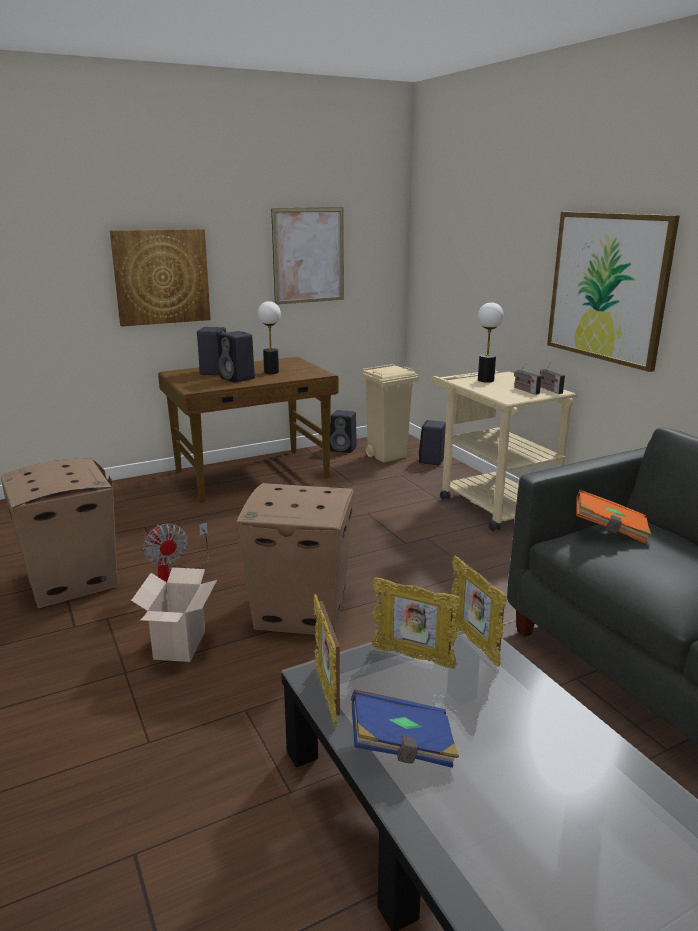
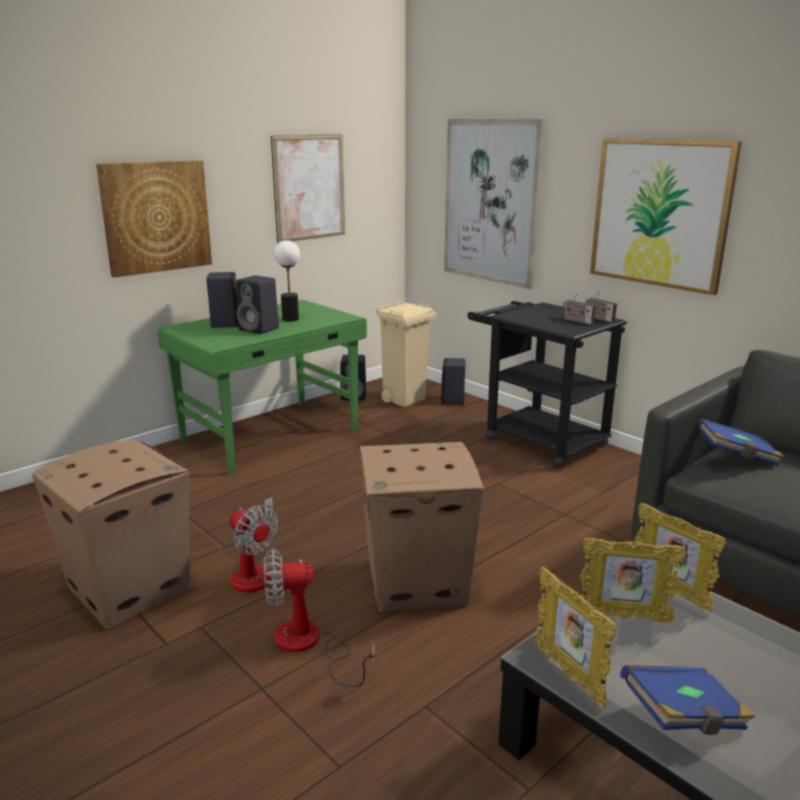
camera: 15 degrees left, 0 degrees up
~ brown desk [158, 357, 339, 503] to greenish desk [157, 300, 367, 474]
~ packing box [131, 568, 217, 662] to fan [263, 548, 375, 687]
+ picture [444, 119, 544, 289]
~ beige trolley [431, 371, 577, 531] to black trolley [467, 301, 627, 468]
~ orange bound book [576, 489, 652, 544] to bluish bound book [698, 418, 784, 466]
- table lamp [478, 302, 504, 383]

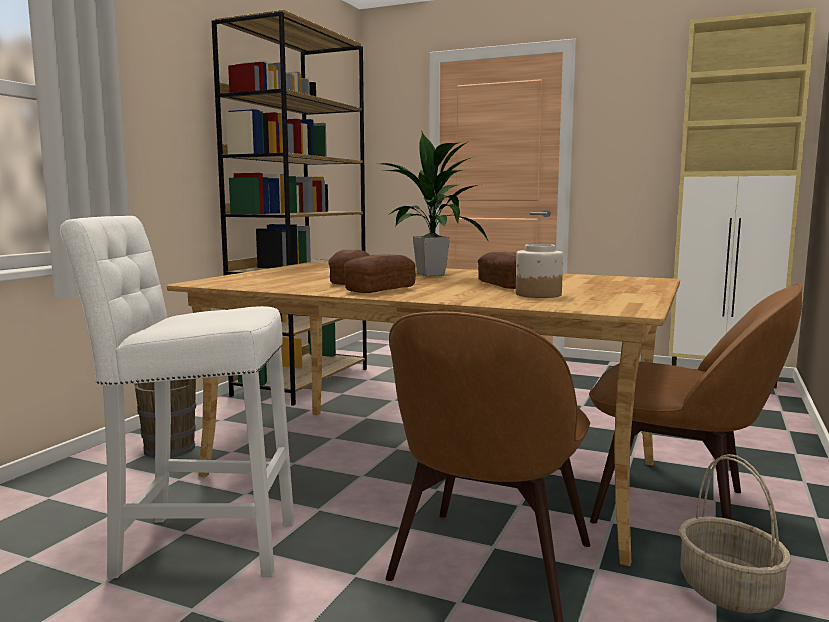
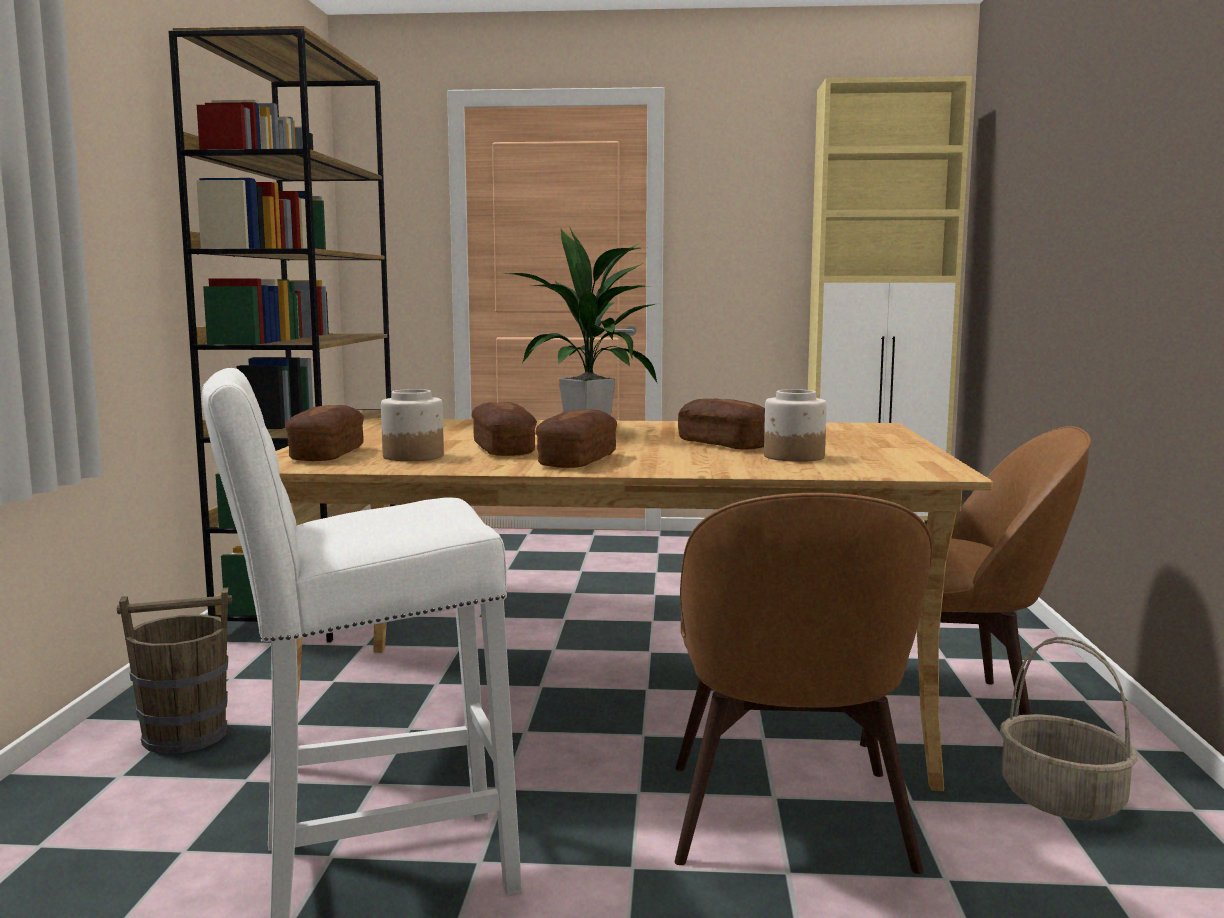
camera: 20 degrees left, 0 degrees up
+ baked bread [285, 405, 364, 461]
+ jar [381, 389, 444, 461]

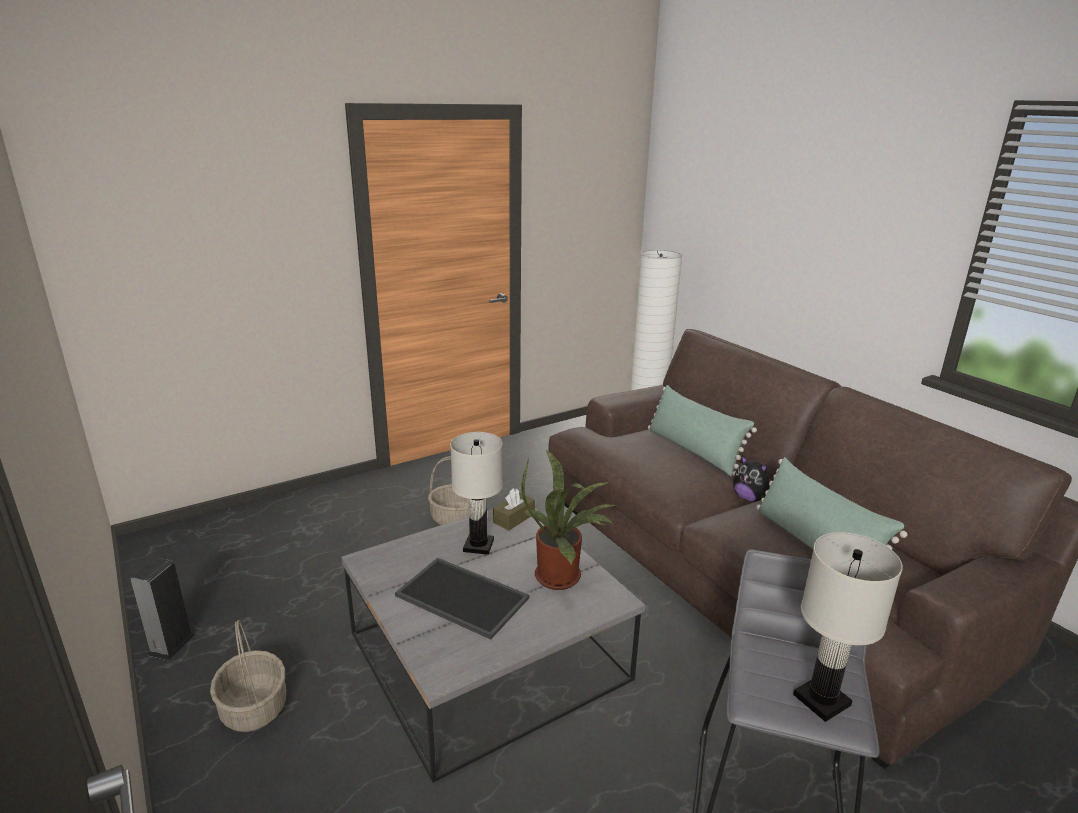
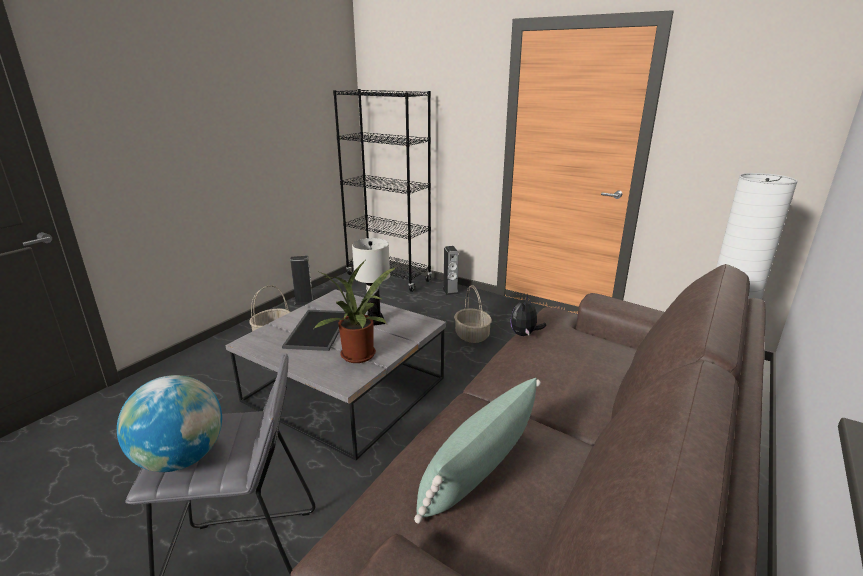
camera: 65 degrees right, 0 degrees up
~ white-coloured table lamp [793, 532, 903, 722] to world globe [117, 375, 222, 472]
+ black bookshelf [333, 89, 432, 292]
+ loudspeaker [443, 246, 459, 295]
~ plush toy [733, 455, 769, 502] to [510, 294, 546, 336]
- brown tissue holder [493, 488, 535, 531]
- greenish throw pillow [648, 385, 757, 476]

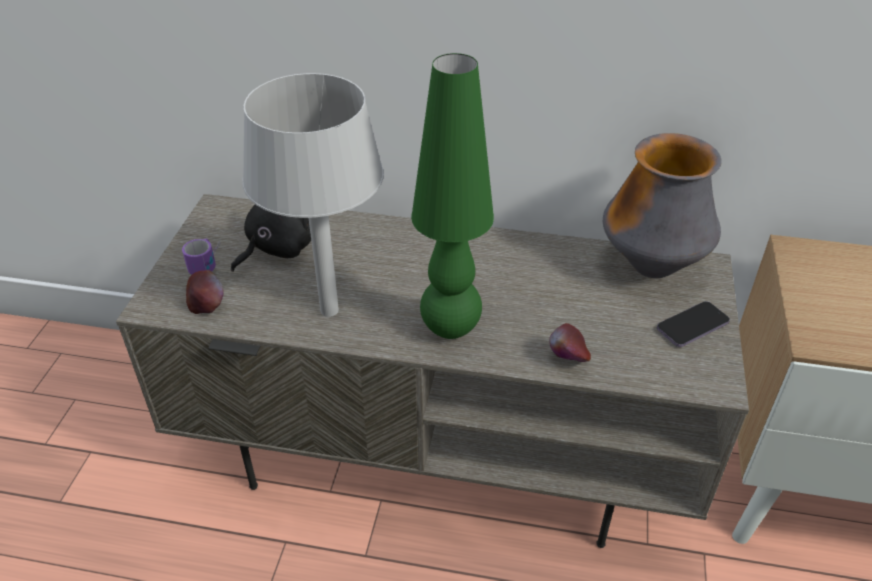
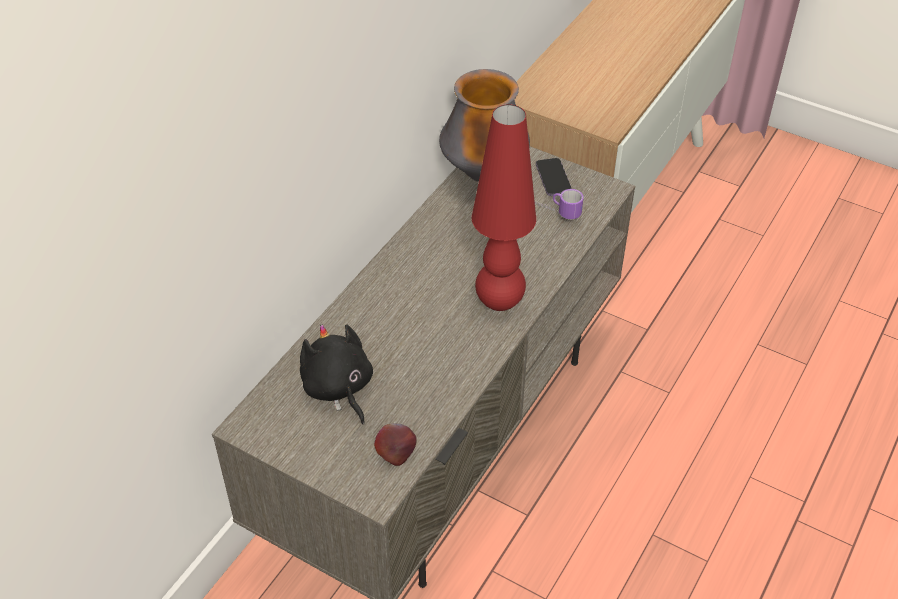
camera: 70 degrees left, 5 degrees up
~ greenish table lamp [411, 53, 494, 339] to reddish table lamp [472, 104, 536, 311]
~ coffee mug [182, 238, 221, 275] to [535, 189, 584, 219]
- gray table lamp [242, 73, 384, 317]
- apple [549, 323, 591, 362]

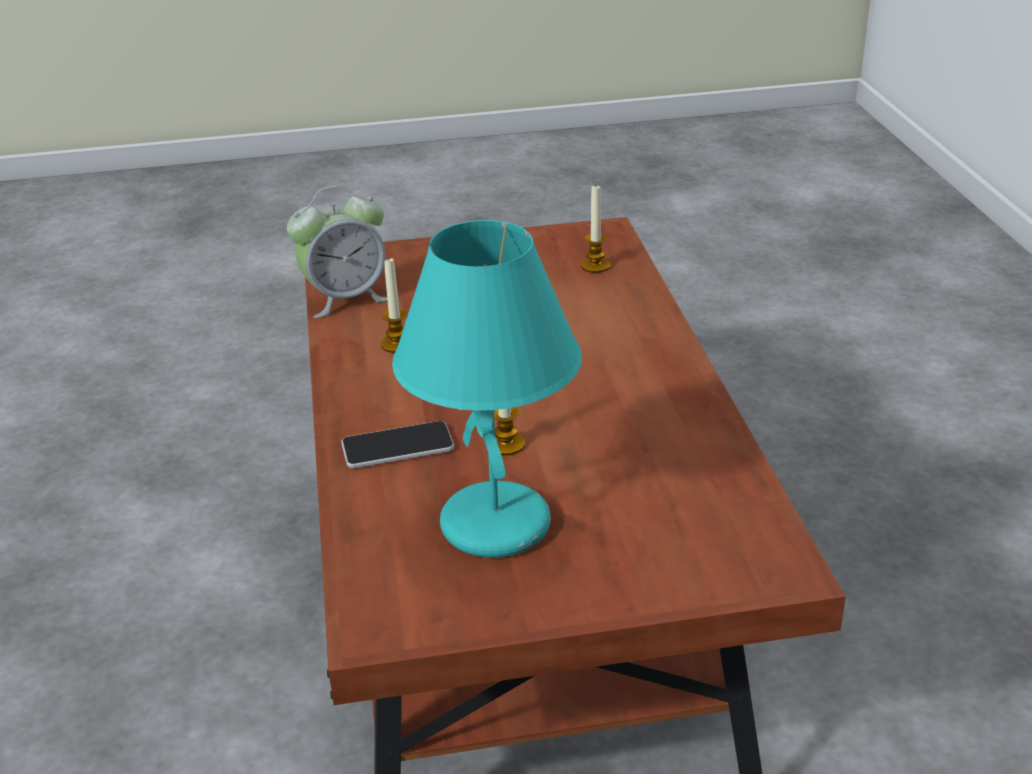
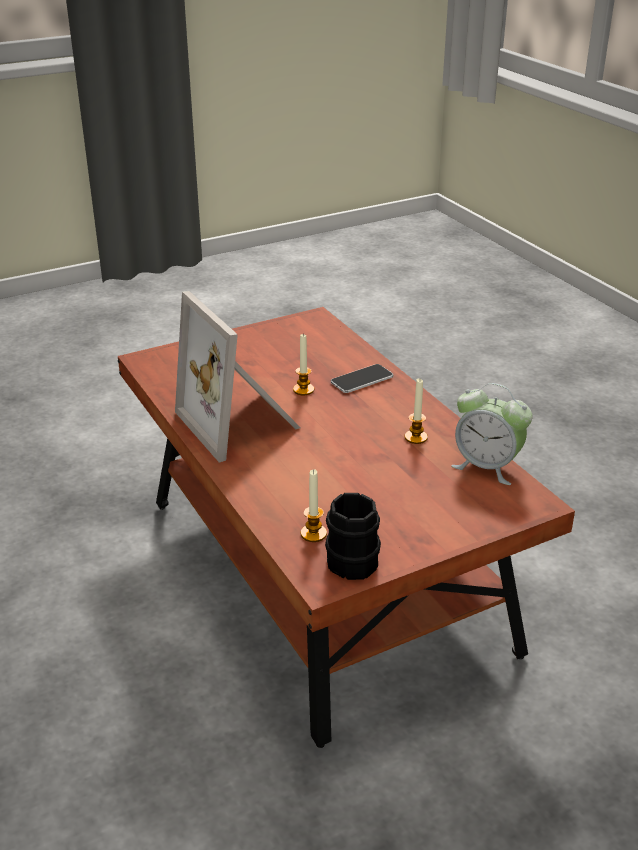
camera: 160 degrees right, 0 degrees up
+ photo frame [175, 291, 301, 462]
+ black coffee mug [325, 493, 381, 580]
~ table clock [287, 185, 388, 318] = [451, 383, 533, 485] 105 degrees counterclockwise
- blue-green table lamp [392, 220, 582, 558]

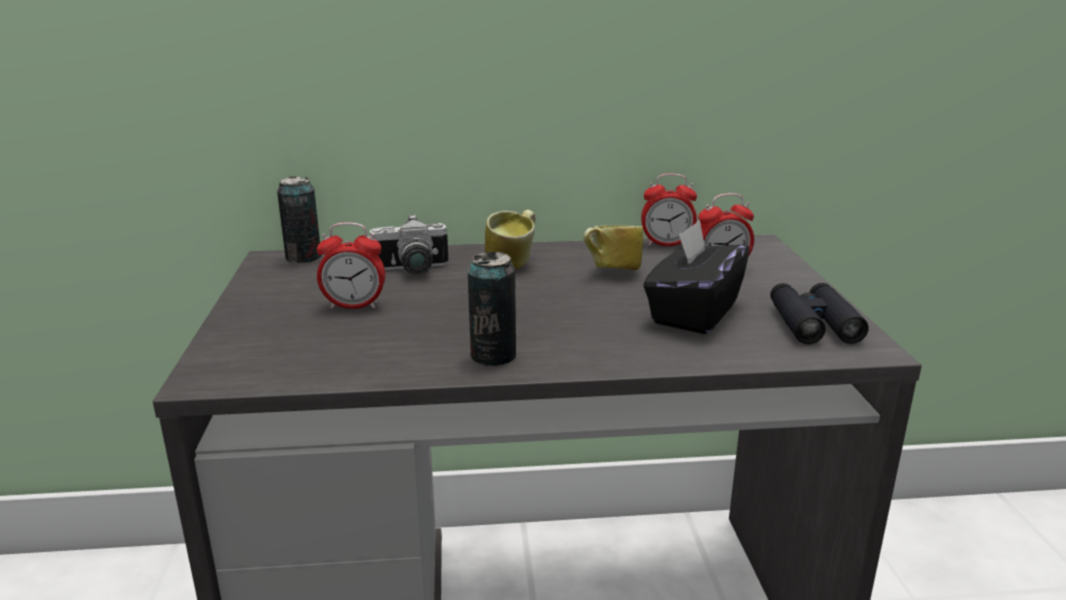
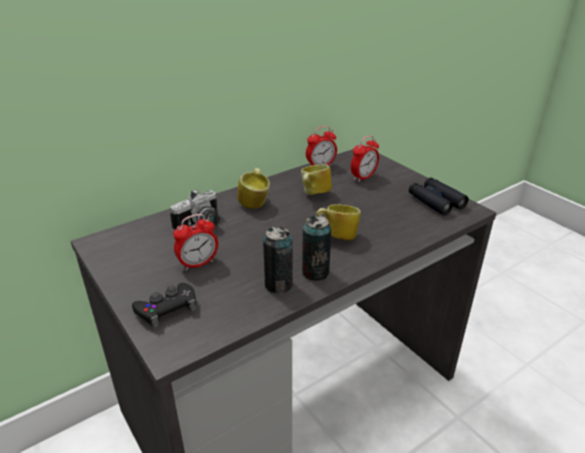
camera: 30 degrees left, 10 degrees up
+ black gamepad [132, 283, 196, 328]
~ metal can [277, 176, 322, 263] to [263, 227, 293, 294]
+ coffee mug [316, 204, 361, 241]
- black tissue holder [643, 220, 750, 334]

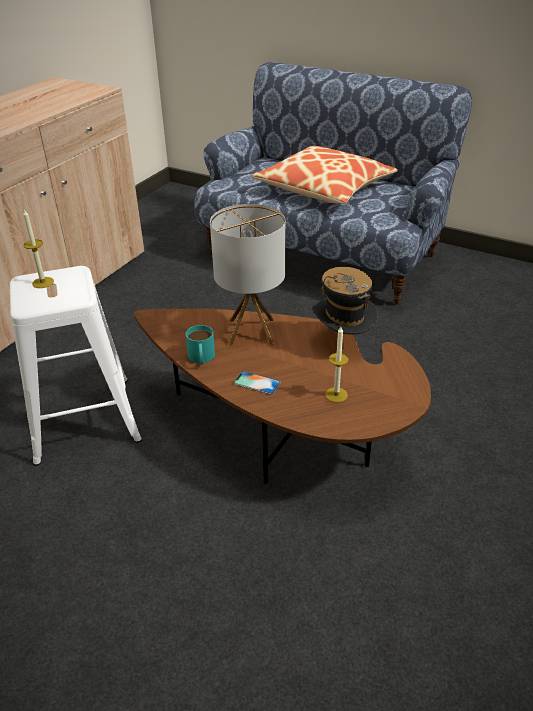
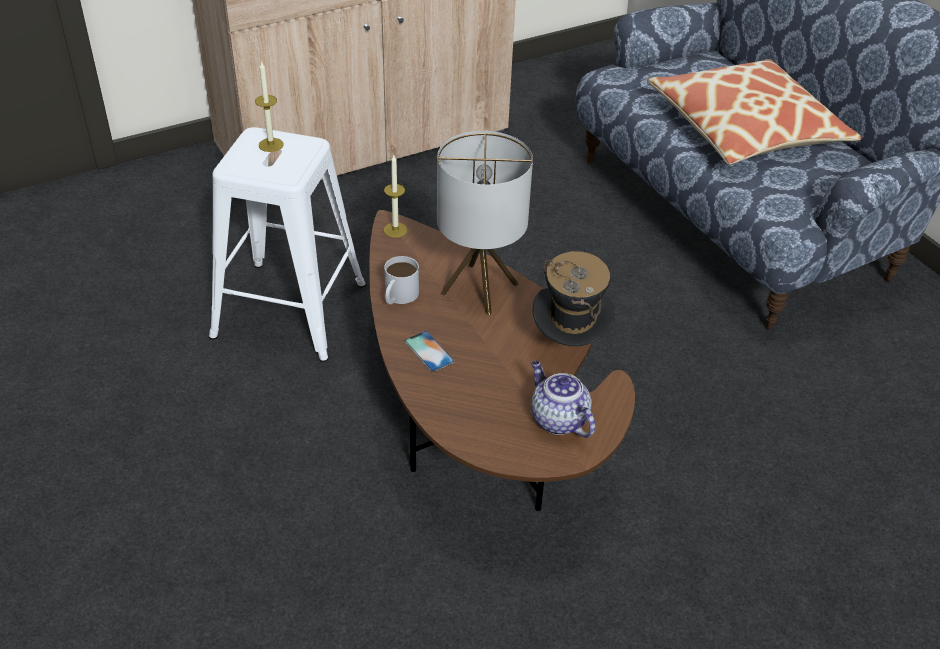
camera: 30 degrees right, 5 degrees up
~ wax light [325, 327, 349, 402] to [384, 155, 408, 238]
~ blue-green coffee mug [186, 325, 215, 364] to white-coloured coffee mug [384, 256, 419, 305]
+ teapot [531, 361, 595, 438]

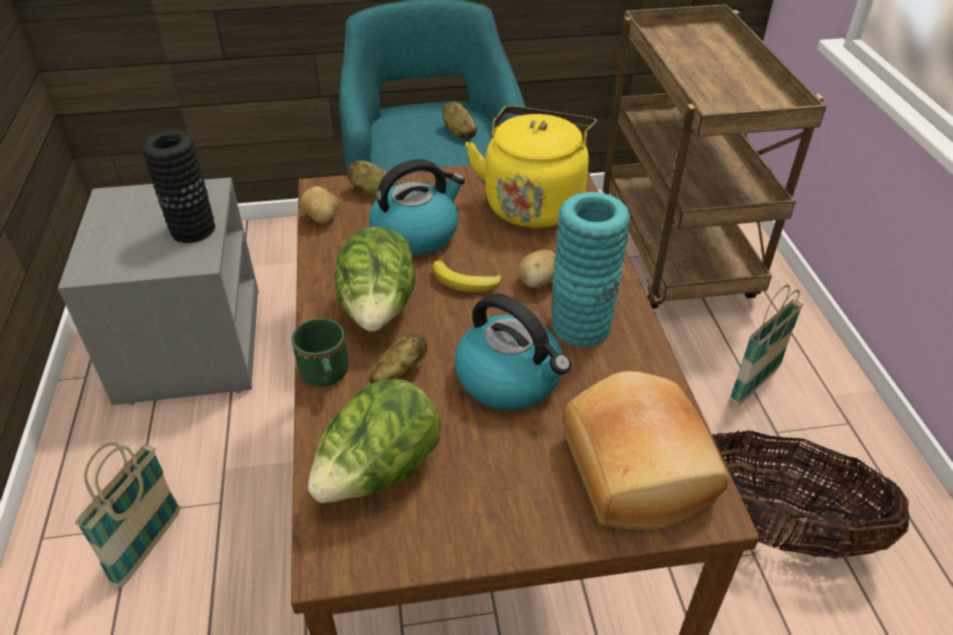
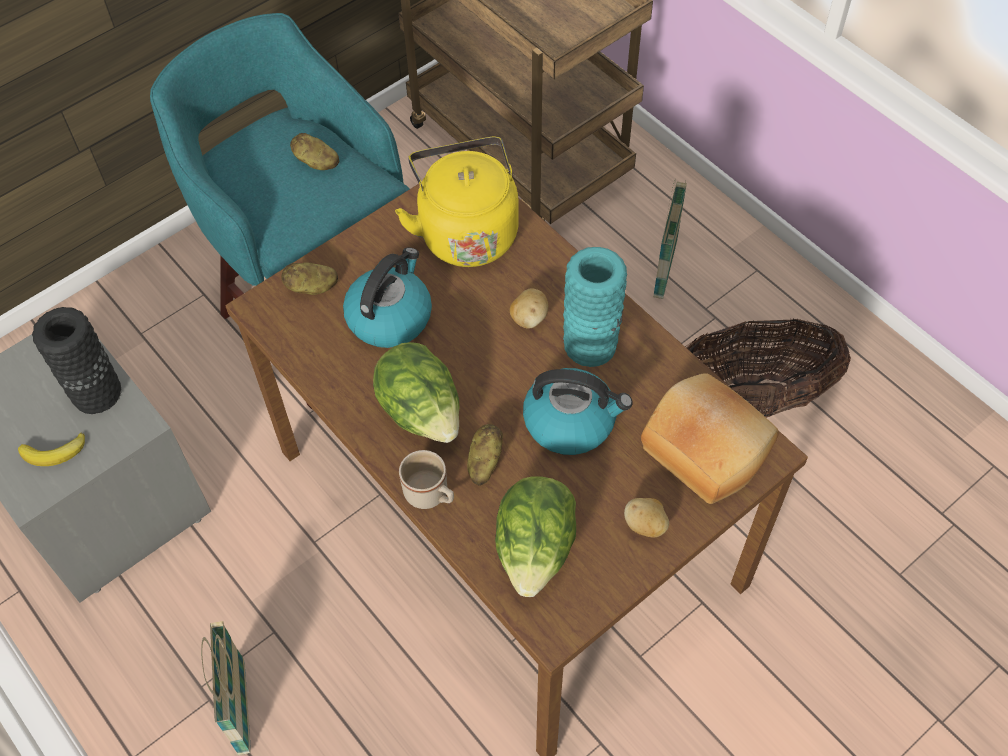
camera: 30 degrees left, 15 degrees up
~ whole banana [432, 260, 502, 292] to [18, 432, 85, 466]
~ greenish coffee mug [292, 318, 348, 386] to beige coffee mug [399, 450, 454, 509]
~ spud [301, 186, 339, 224] to [624, 498, 669, 538]

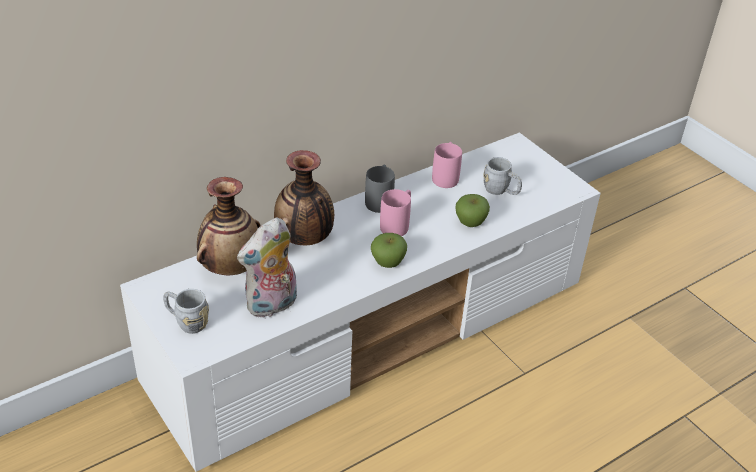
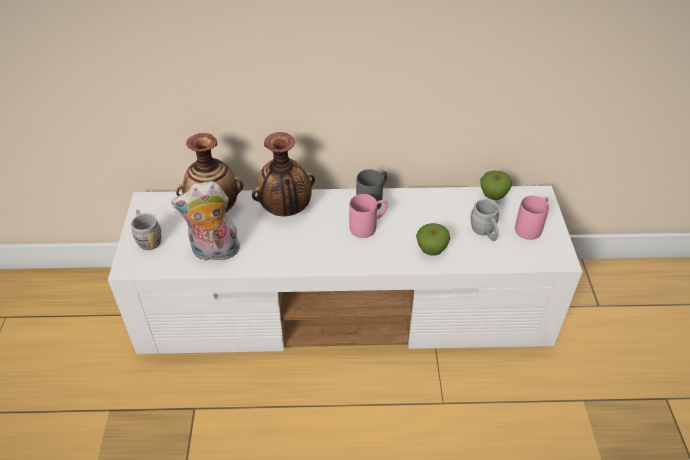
camera: 35 degrees right, 5 degrees up
~ apple [371, 233, 407, 268] to [480, 171, 512, 200]
~ pinkish coffee mug [432, 142, 462, 188] to [515, 196, 549, 240]

